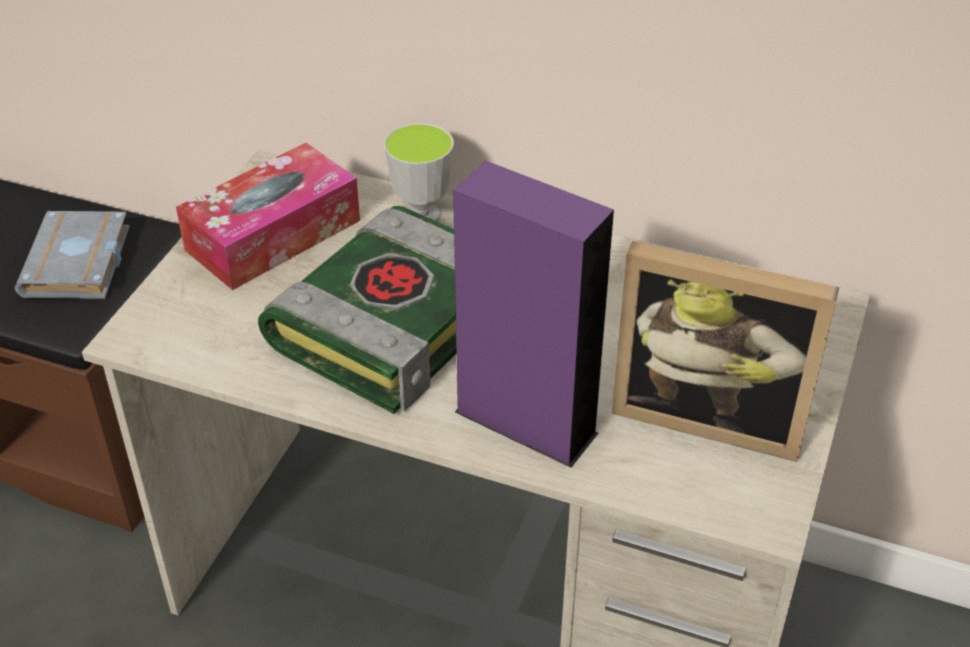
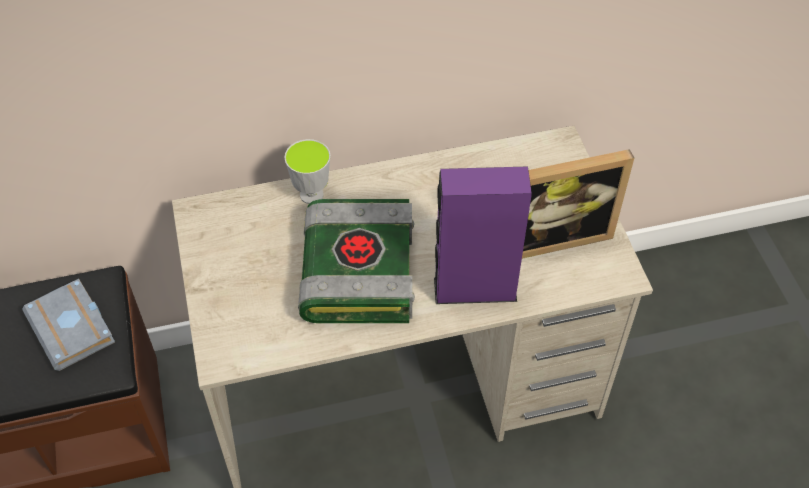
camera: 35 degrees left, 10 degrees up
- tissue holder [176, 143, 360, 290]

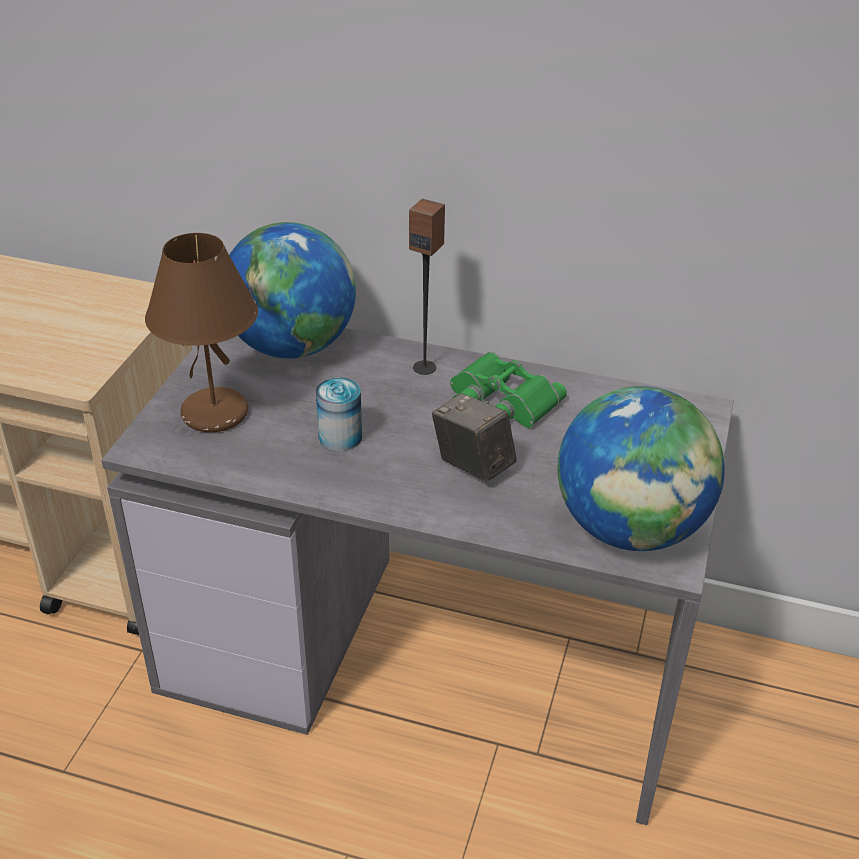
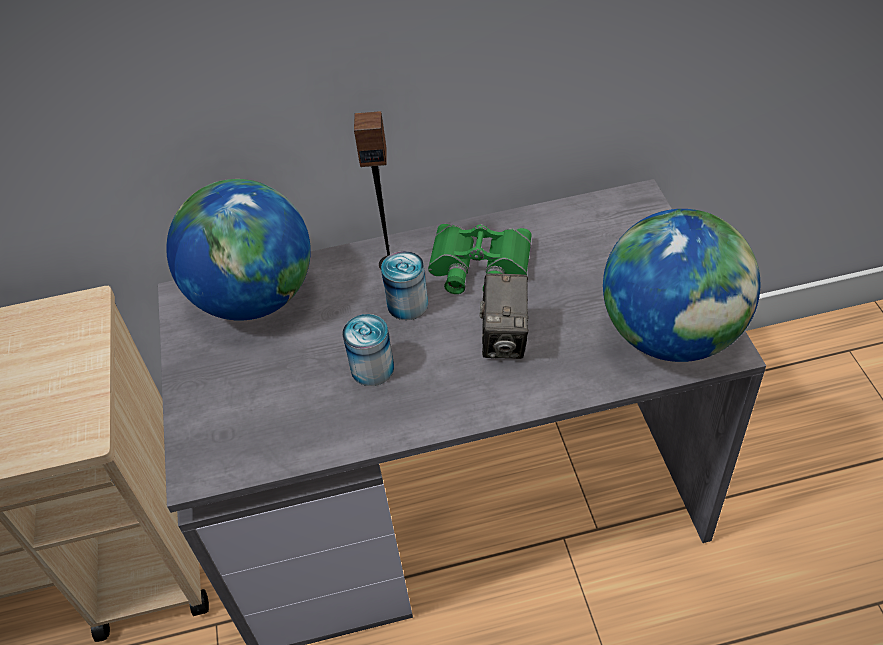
camera: 25 degrees left, 10 degrees up
+ metal can [381, 251, 428, 320]
~ photo camera [432, 393, 517, 482] = [479, 273, 528, 359] 105 degrees counterclockwise
- brown table lamp [145, 233, 258, 432]

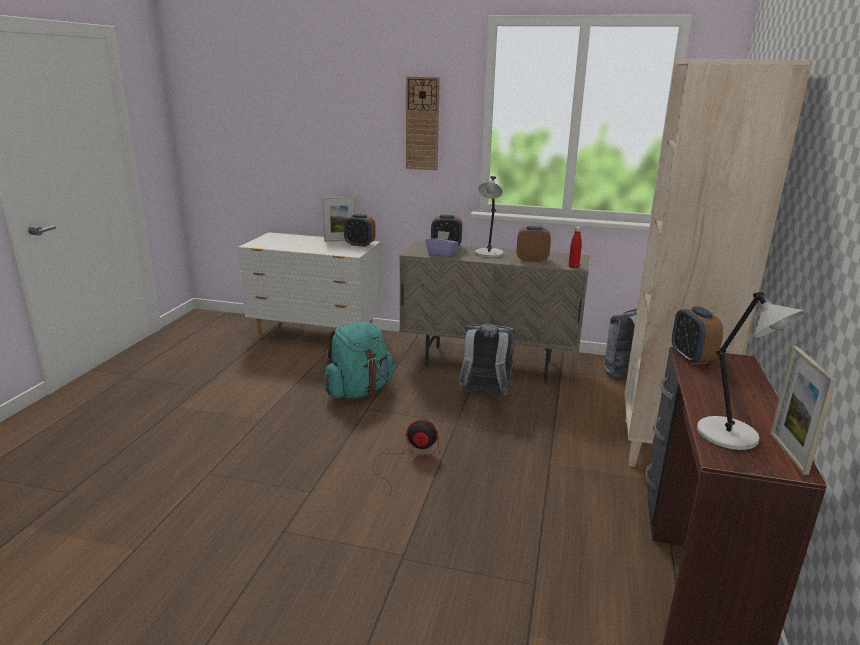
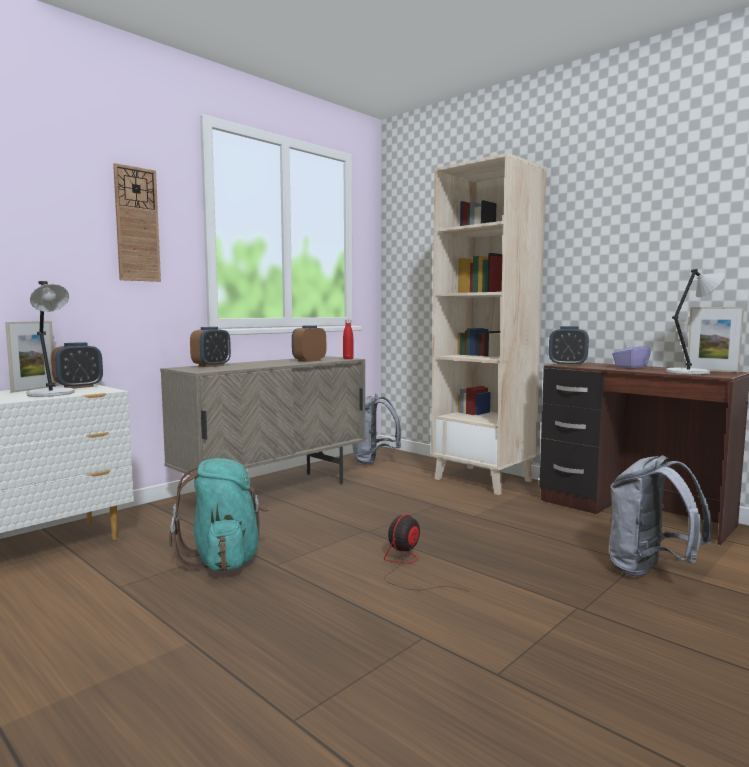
camera: 60 degrees left, 15 degrees down
~ gray table lamp [475, 176, 504, 258] to [26, 281, 75, 397]
~ gray rucksack [457, 324, 515, 397] to [609, 455, 712, 577]
~ purple tissue holder [426, 231, 459, 257] to [612, 339, 651, 368]

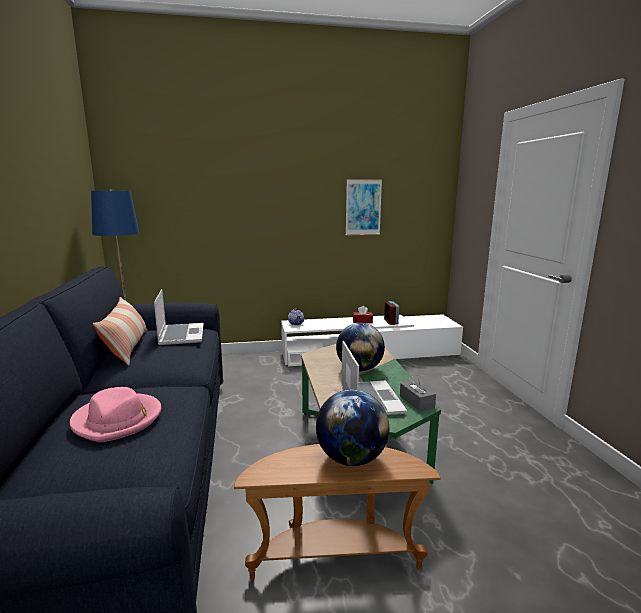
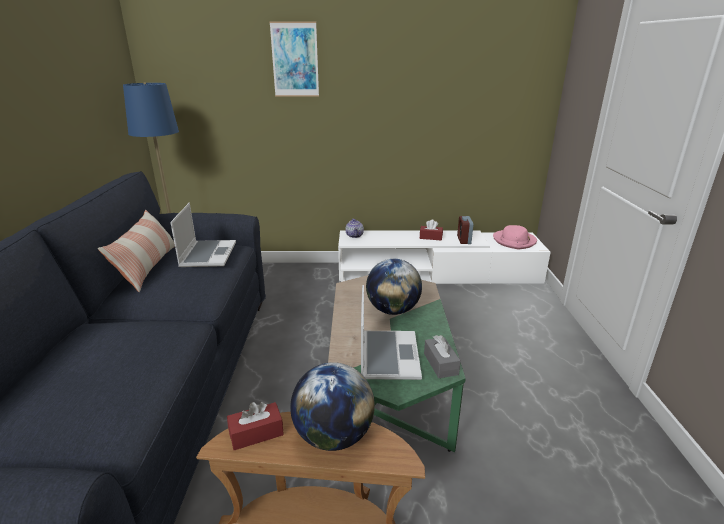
camera: 10 degrees right, 10 degrees up
+ reddish tissue holder [227, 402, 284, 450]
~ picture [346, 179, 382, 235] to [269, 21, 319, 97]
~ pinkish hat [70, 387, 161, 442] to [493, 225, 537, 249]

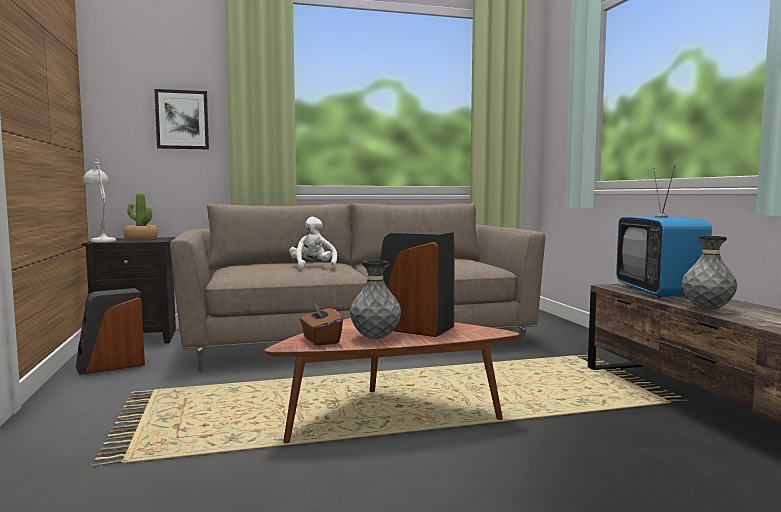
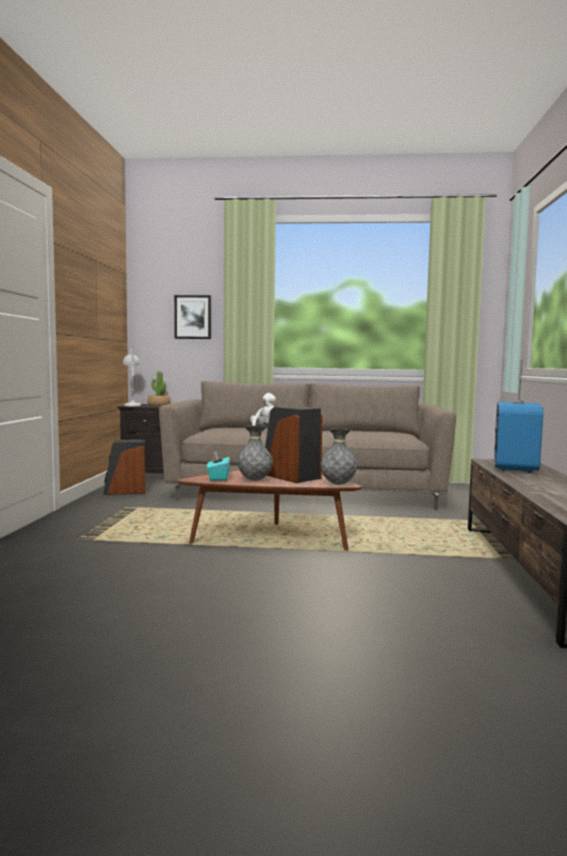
camera: 20 degrees right, 0 degrees up
~ brown tissue holder [300, 301, 343, 346] to blue-green tissue holder [207, 452, 230, 481]
~ gray flower vase [682, 236, 737, 310] to [321, 428, 357, 485]

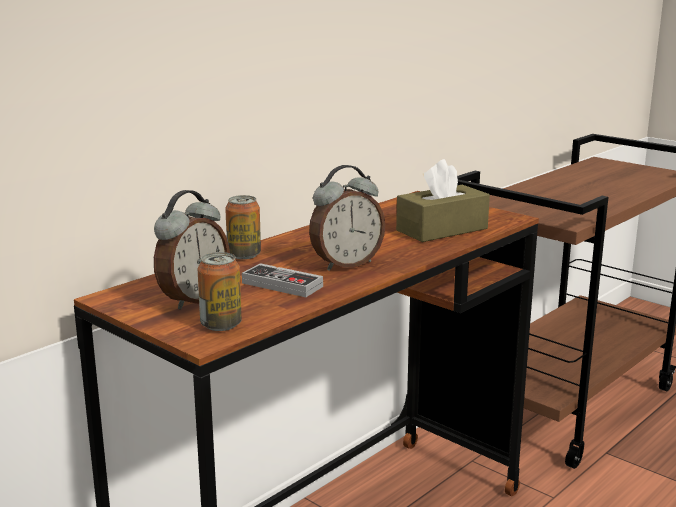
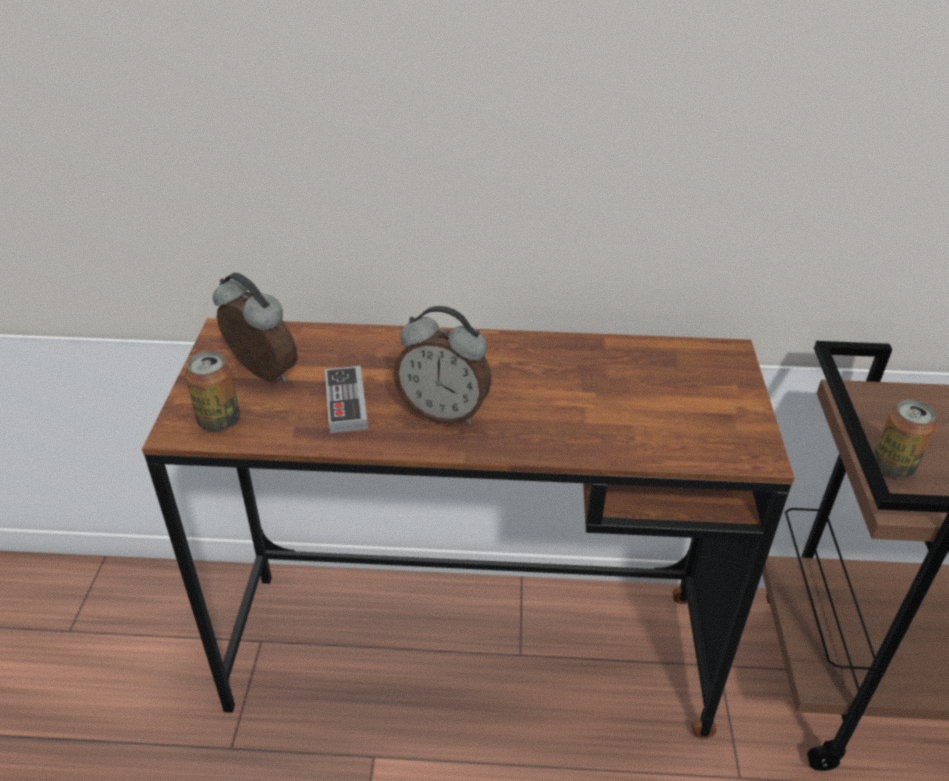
camera: 50 degrees right, 20 degrees up
~ table clock [154, 190, 230, 310] = [213, 273, 298, 383] 135 degrees counterclockwise
~ metal can [225, 195, 261, 259] to [873, 400, 936, 478]
- brown tissue holder [396, 159, 490, 242]

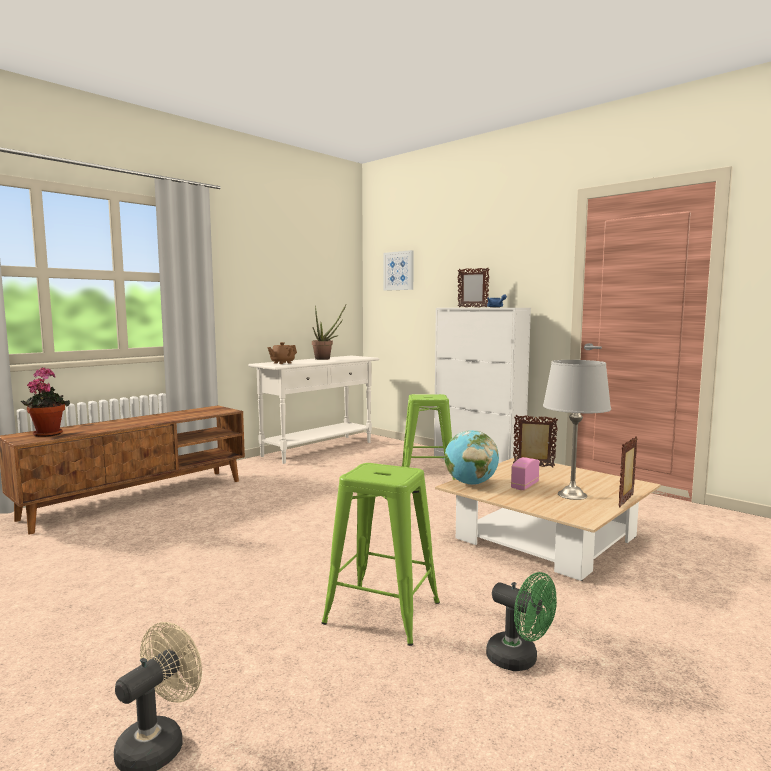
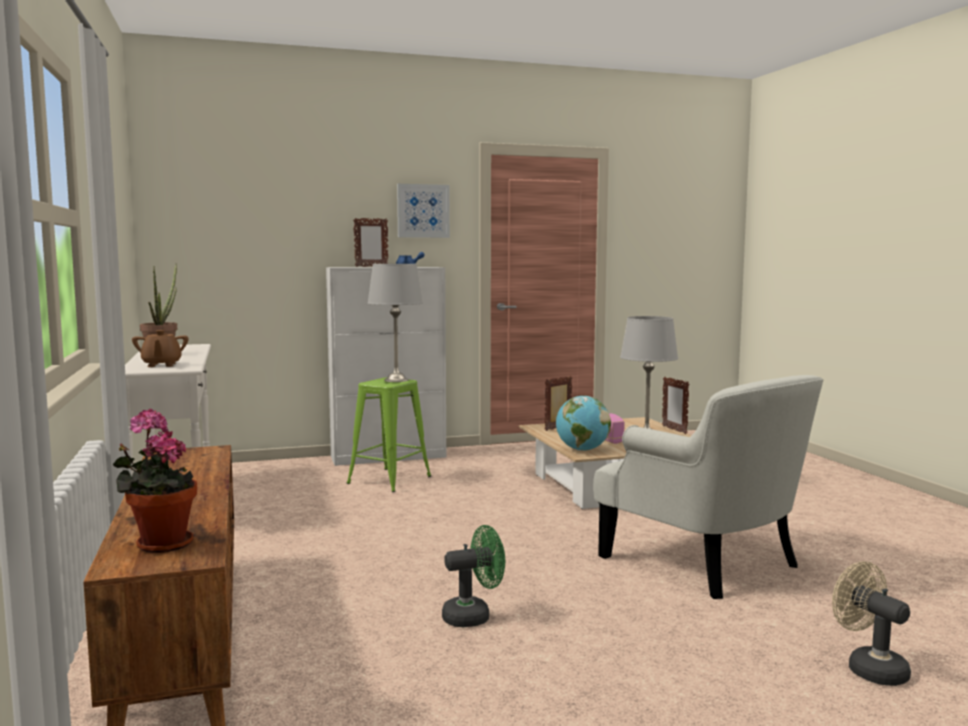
camera: 60 degrees left, 0 degrees up
+ gray table lamp [367, 264, 423, 382]
~ picture [383, 250, 414, 291] to [397, 184, 450, 238]
~ greenish fan [486, 572, 557, 671] to [442, 525, 505, 627]
~ greenish stool seat [322, 463, 440, 646] to white-coloured armchair [593, 375, 824, 599]

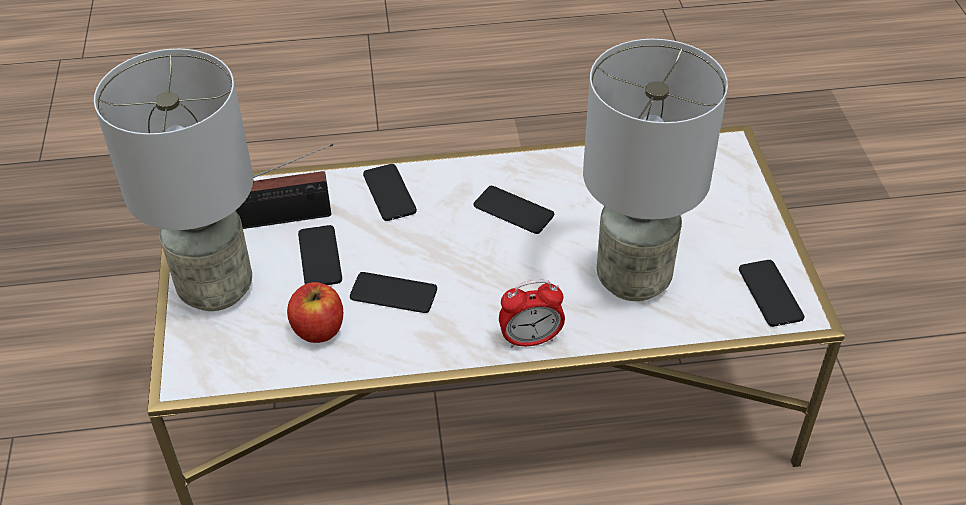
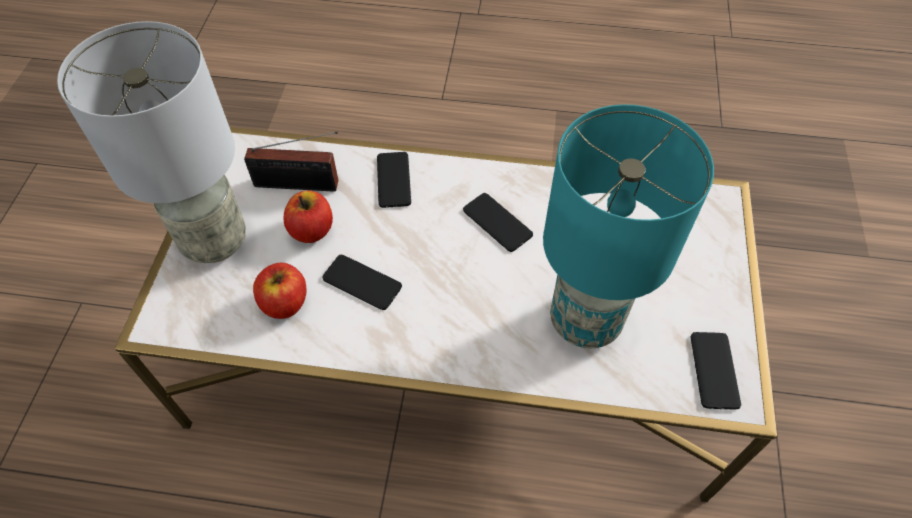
camera: 15 degrees right, 10 degrees up
~ telephone [298, 225, 342, 285] to apple [283, 191, 333, 243]
~ gray table lamp [583, 39, 728, 301] to blue-green table lamp [543, 104, 714, 348]
- table clock [499, 280, 565, 348]

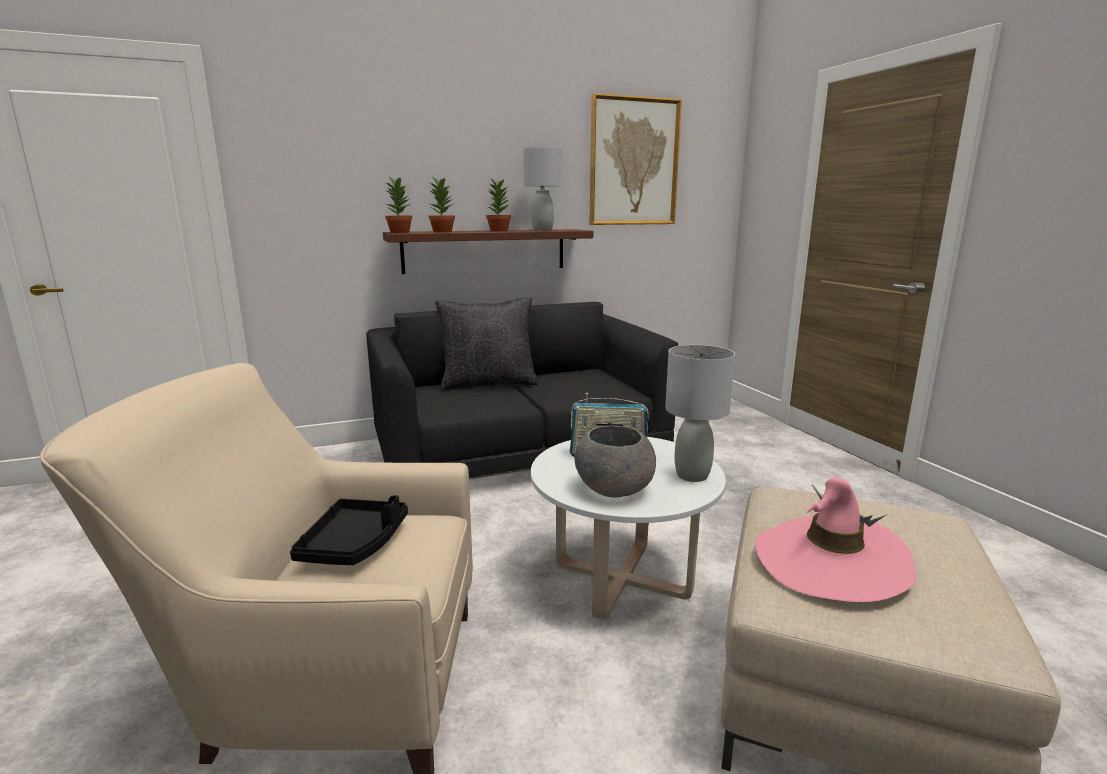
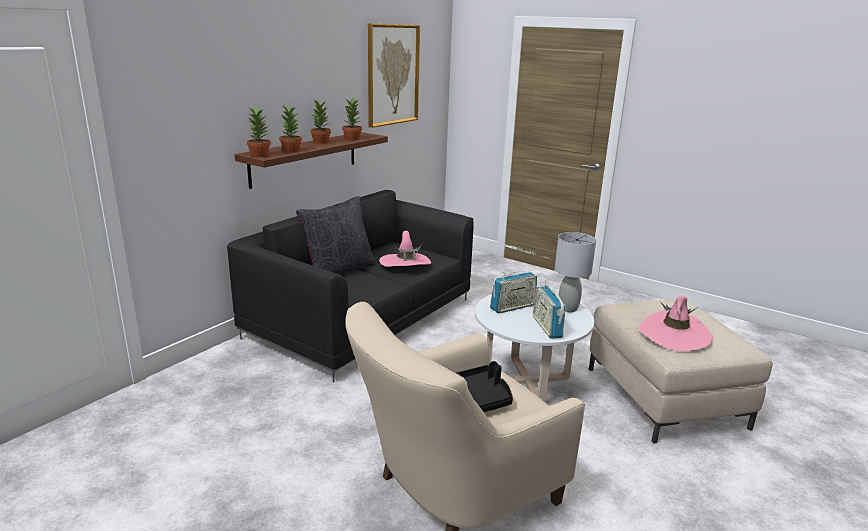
camera: 35 degrees left, 5 degrees up
~ gray table lamp [523, 147, 561, 231] to potted plant [342, 97, 362, 140]
+ pinkish hat [379, 231, 432, 267]
~ gray serving bowl [575, 425, 656, 498] to radio receiver [533, 281, 566, 339]

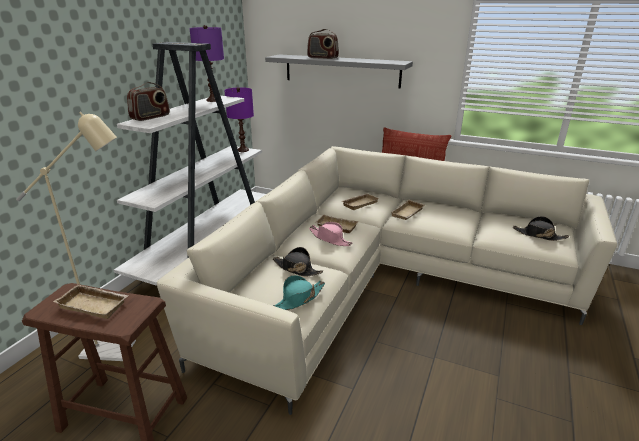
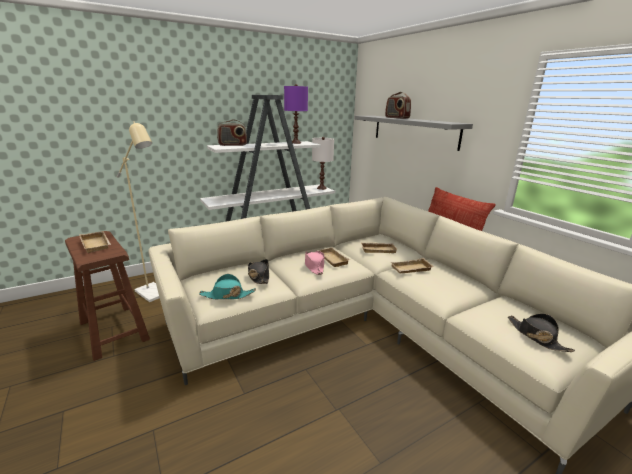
camera: 35 degrees right, 5 degrees down
~ purple table lamp [224, 87, 254, 152] to white-coloured table lamp [312, 137, 334, 190]

